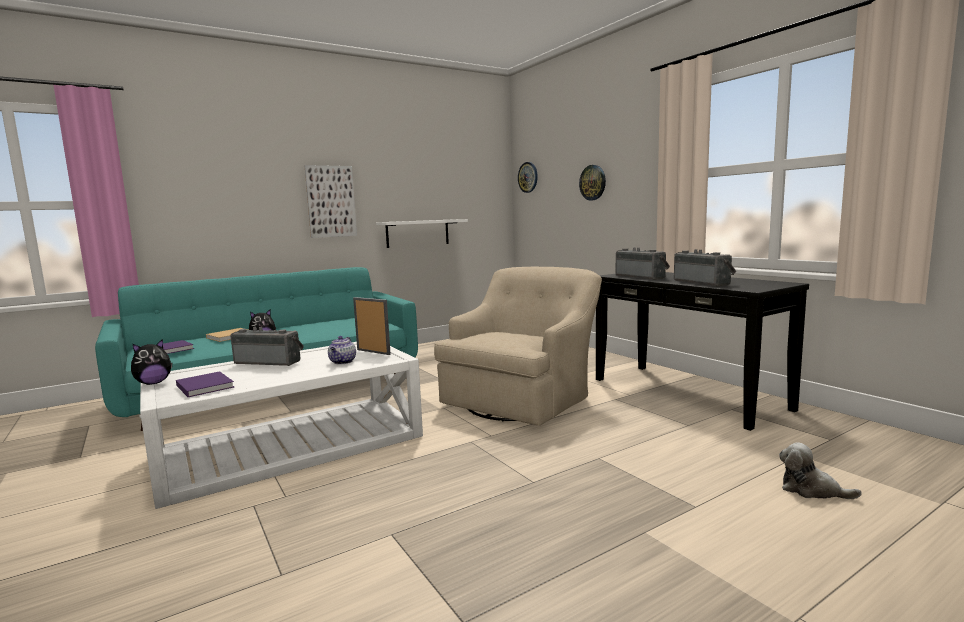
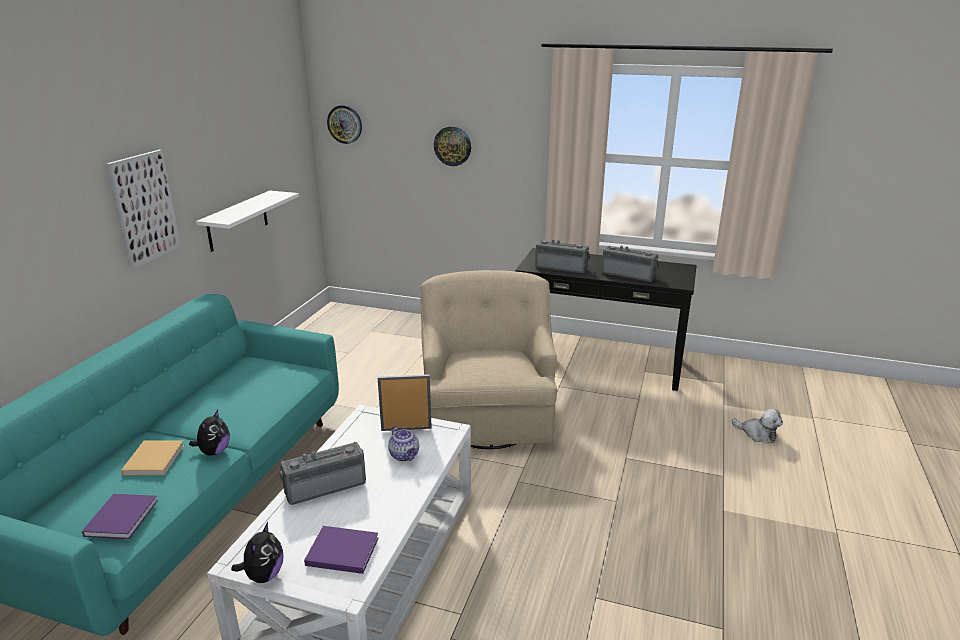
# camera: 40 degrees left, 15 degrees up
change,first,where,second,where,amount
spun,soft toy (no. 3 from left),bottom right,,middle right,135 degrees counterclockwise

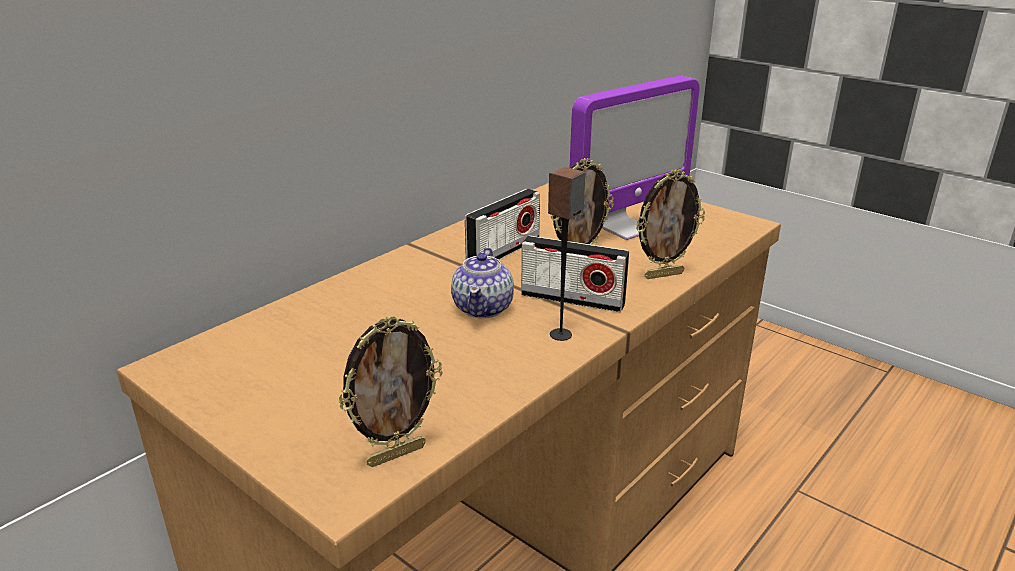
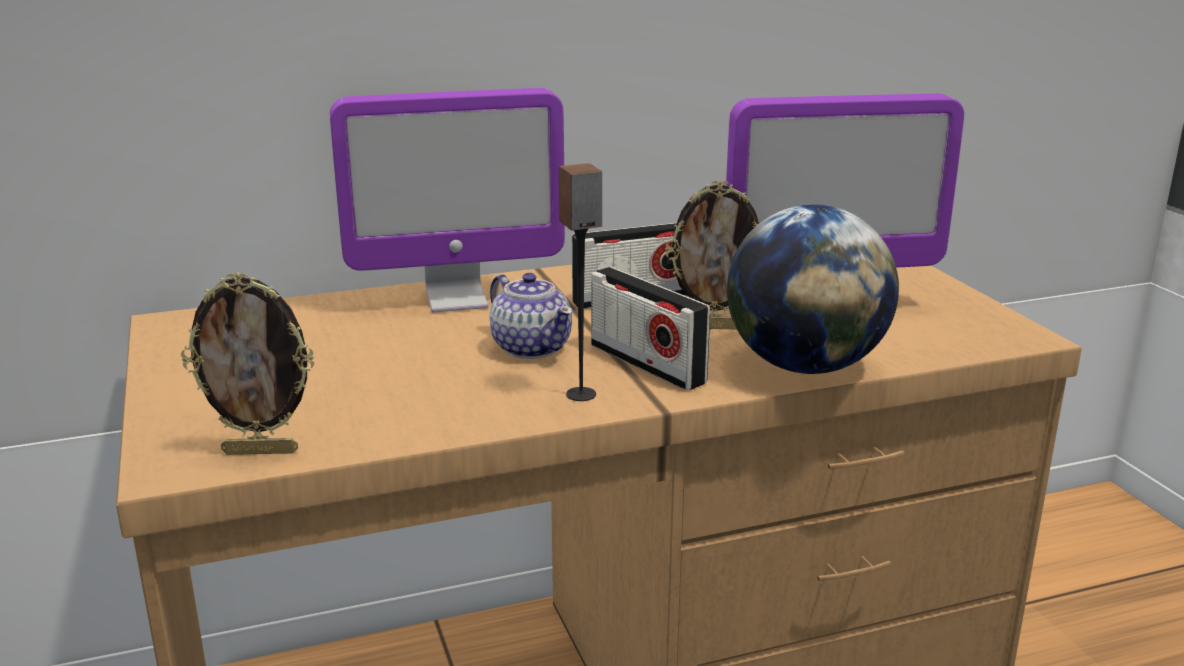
# camera: 30 degrees right, 5 degrees down
change,first,where,second,where,amount
spun,pot for tea,centre,,centre,75 degrees counterclockwise
exchanged,standing frame (no. 3 from left),centre,globe,middle right,
appeared,,,computer display (no. 1 from left),top centre,

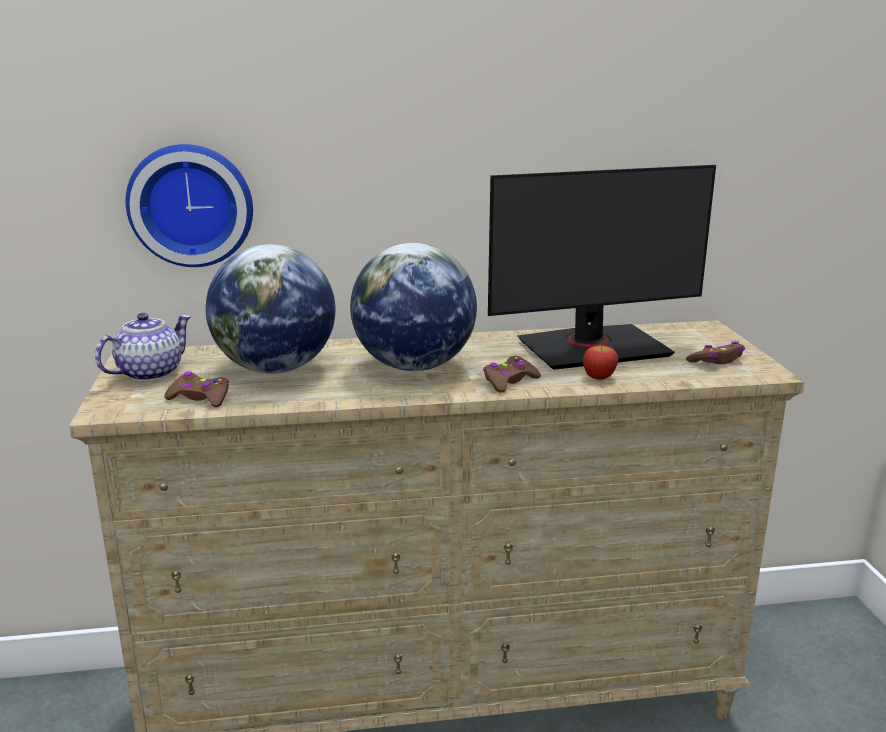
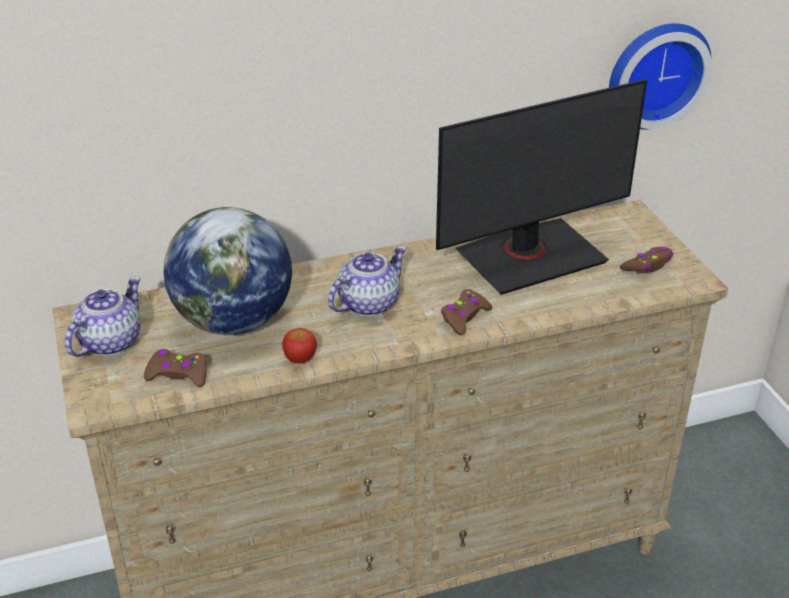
# camera: 10 degrees left, 15 degrees up
change,first,where,second,where,amount
relocated,clock on the wall,top left,,top right,
exchanged,globe (no. 2 from left),centre,pot for tea (no. 2 from left),centre,
relocated,whole apple,middle right,,centre,

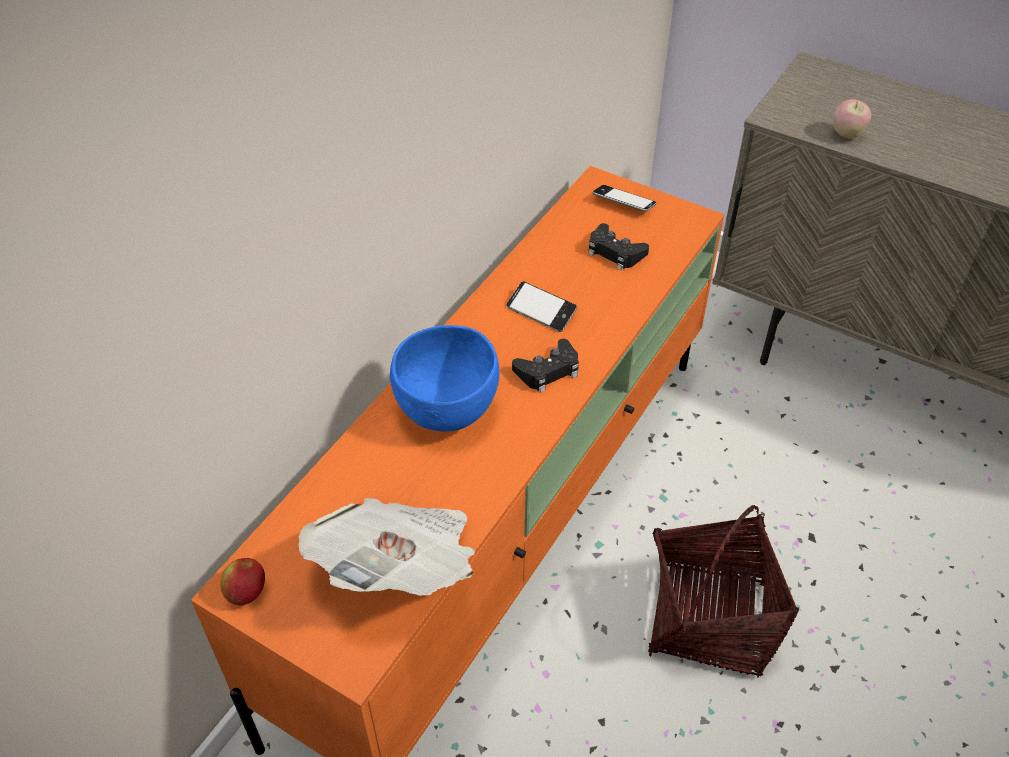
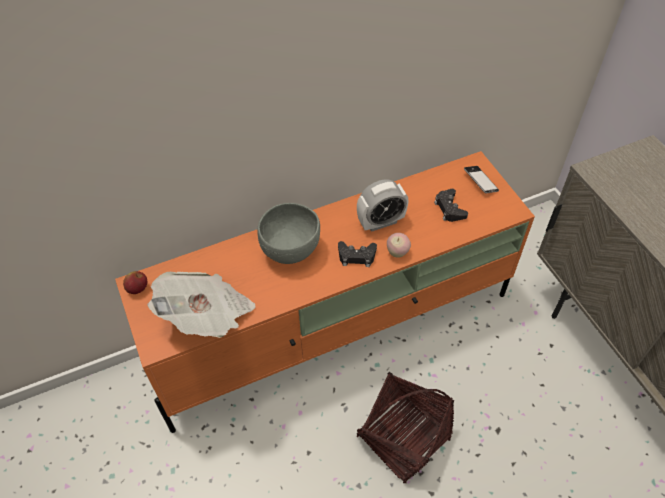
# camera: 35 degrees right, 5 degrees up
change,first,where,second,where,amount
colour,bluish deep dish,centre,greyish deep dish,centre,
exchanged,phone (no. 1 from left),centre,bedside clock,centre,
relocated,whole apple (no. 2 from left),top right,,centre,

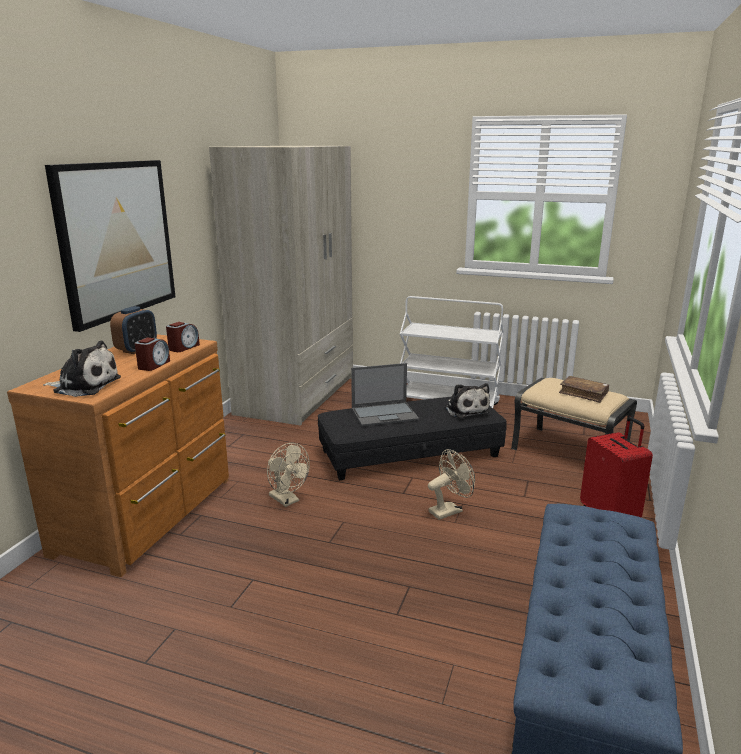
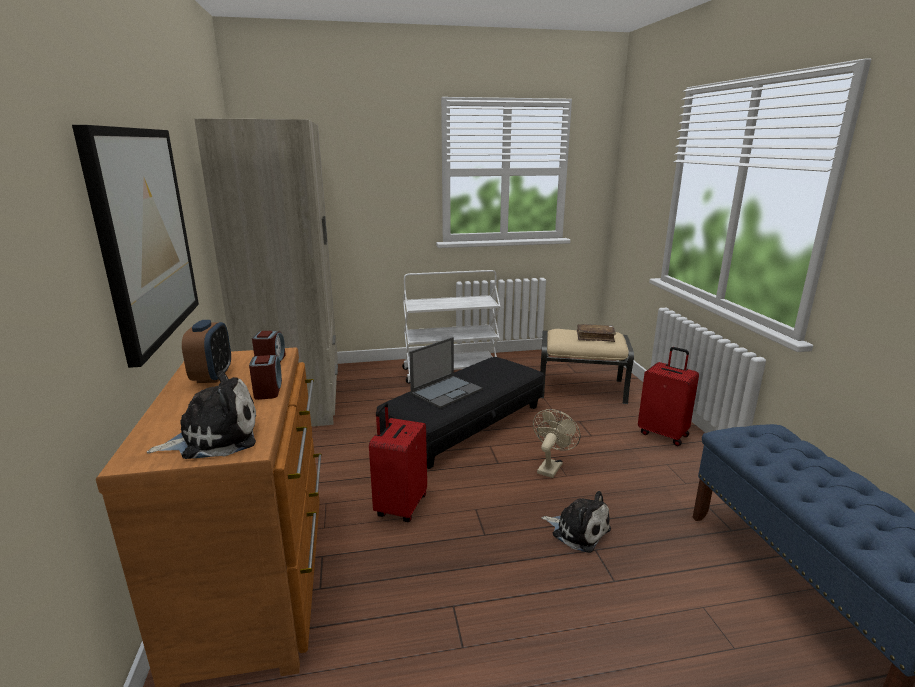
# camera: 30 degrees left, 0 degrees up
change,first,where,second,where,amount
exchanged,beige-coloured fan (no. 1 from left),centre,red-coloured suitcase (no. 1 from left),bottom centre,
relocated,soft toy (no. 2 from left),centre,,bottom centre,

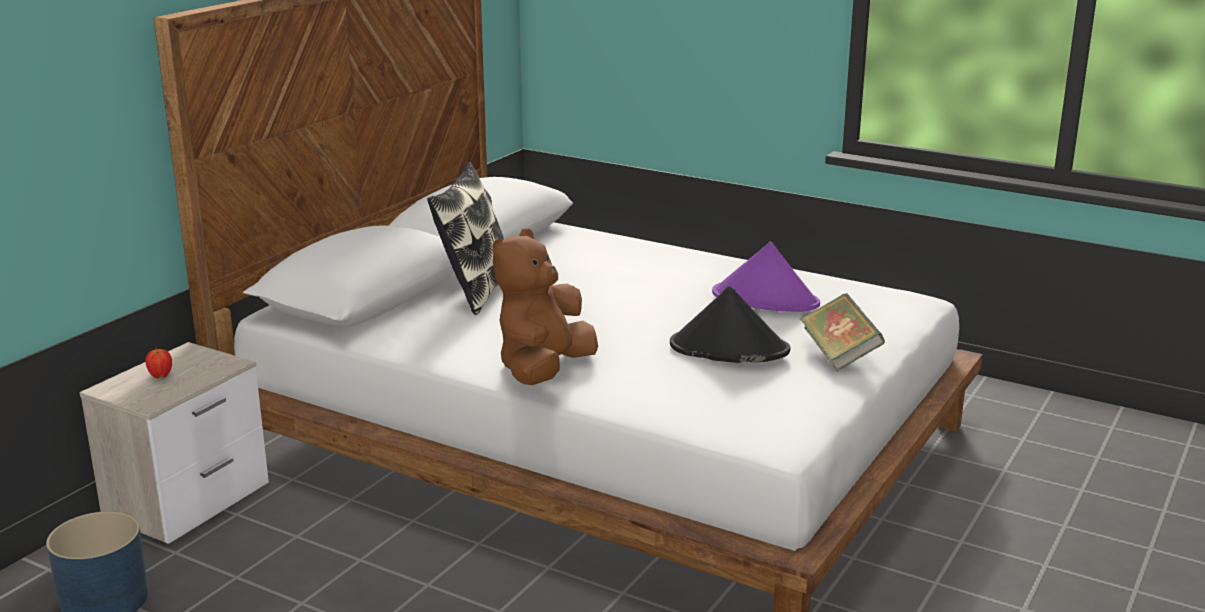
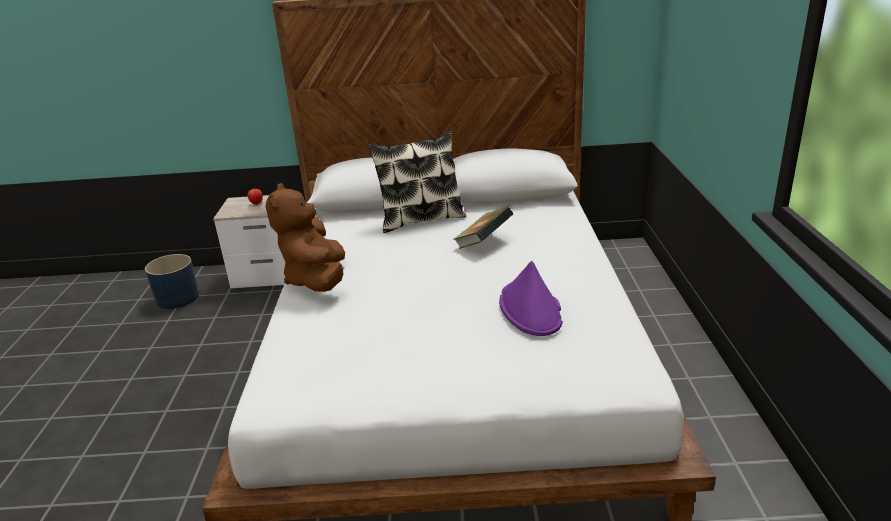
# camera: 60 degrees right, 5 degrees up
change,first,where,second,where,amount
spun,brown soft toy,centre,,centre,90 degrees counterclockwise
missing,blackish wearable hat,centre,,,
relocated,book,middle right,,centre,

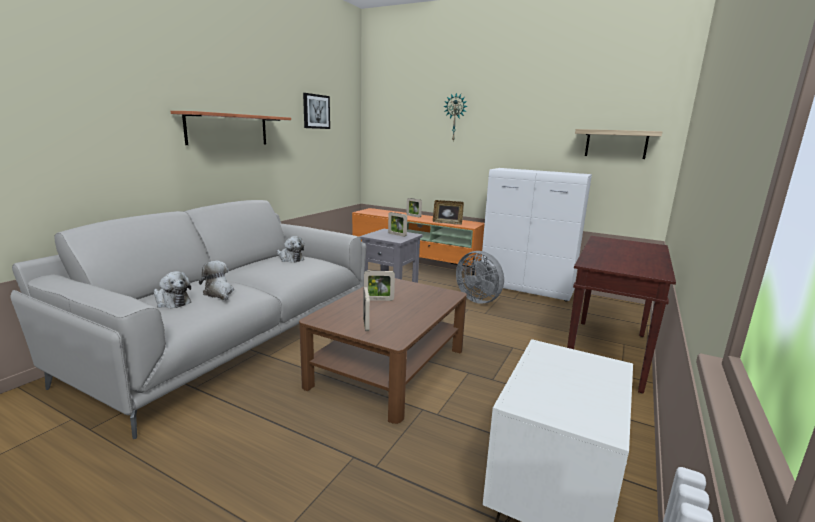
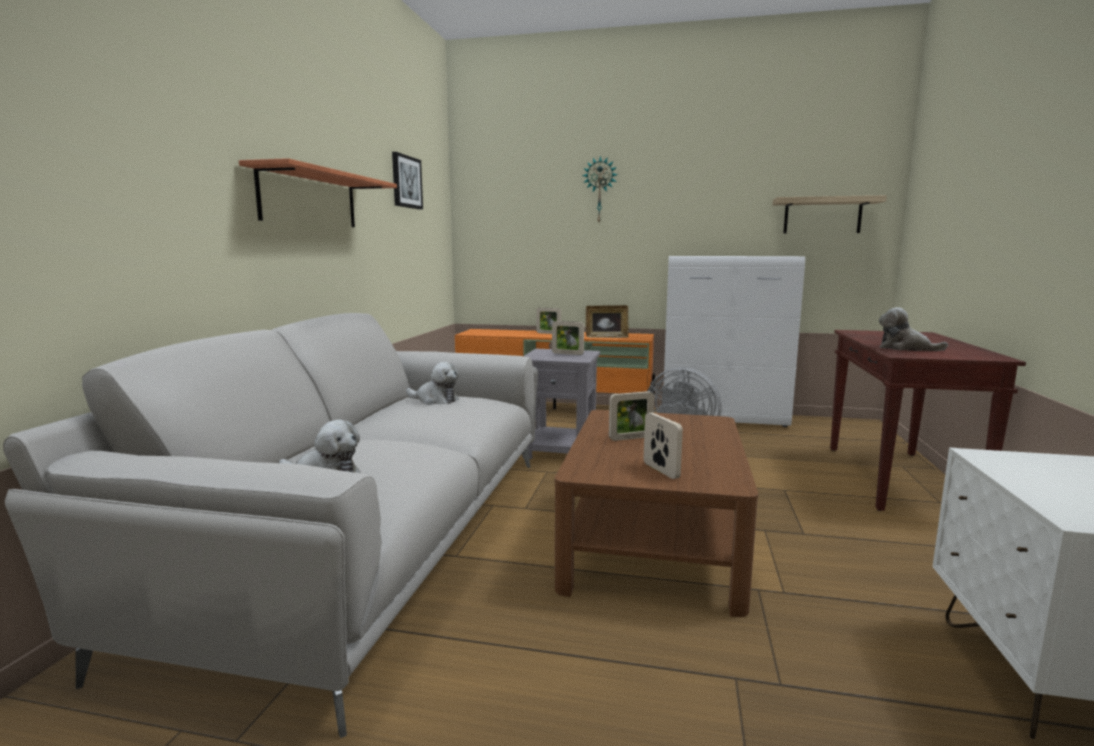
# camera: 15 degrees left, 5 degrees down
change,first,where,second,where,amount
relocated,soft toy (no. 2 from left in the first image),middle left,soft toy (no. 3 from left),middle right,

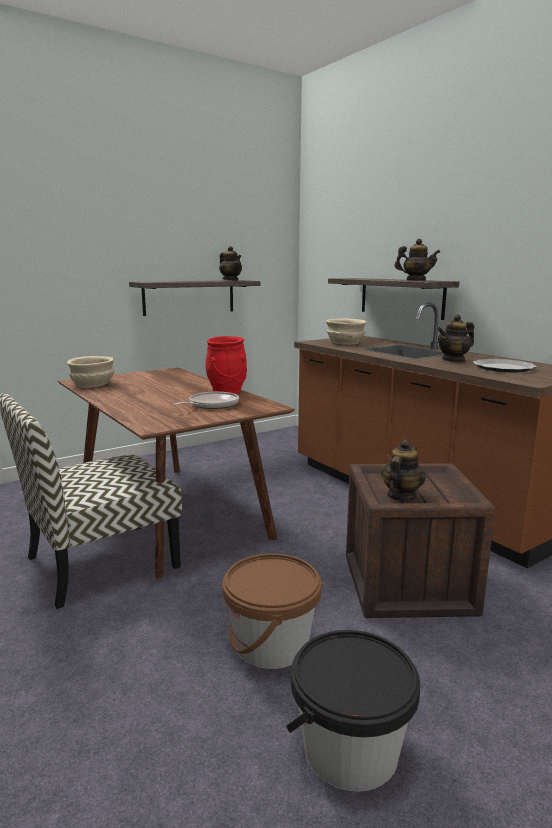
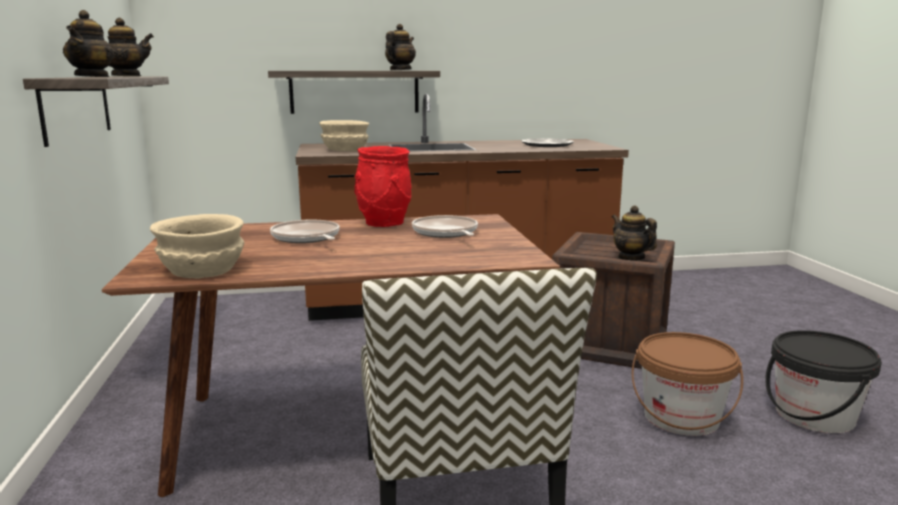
# camera: 65 degrees left, 0 degrees up
change,first,where,second,where,amount
relocated,pot for tea (no. 4 from left in the first image),middle right,pot for tea (no. 1 from left),top left,
appeared,,,frying pan (no. 1 from left),centre,

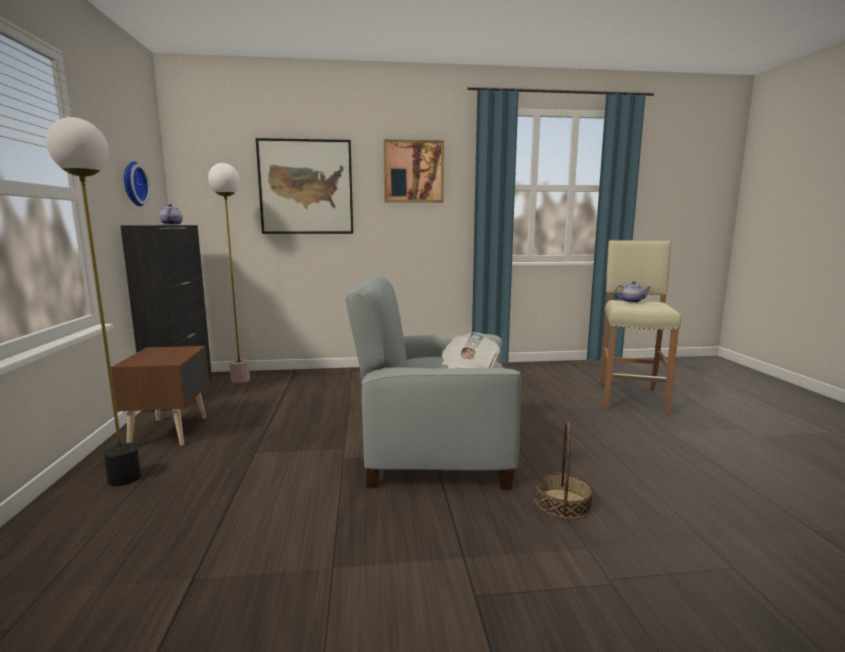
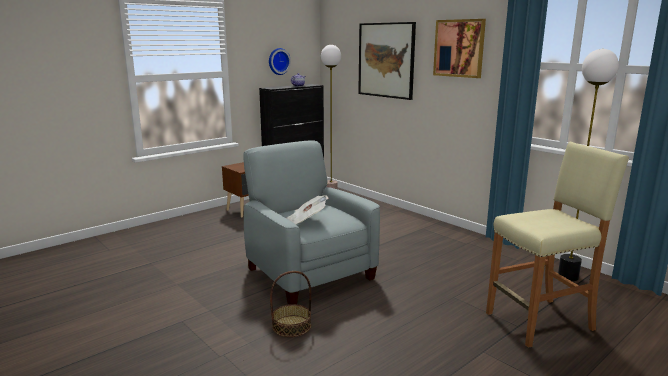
# camera: 55 degrees right, 5 degrees up
change,first,where,second,where,amount
relocated,floor lamp (no. 1 from left in the first image),middle left,floor lamp (no. 2 from left),middle right,
missing,pot for tea (no. 2 from left),middle right,,,

